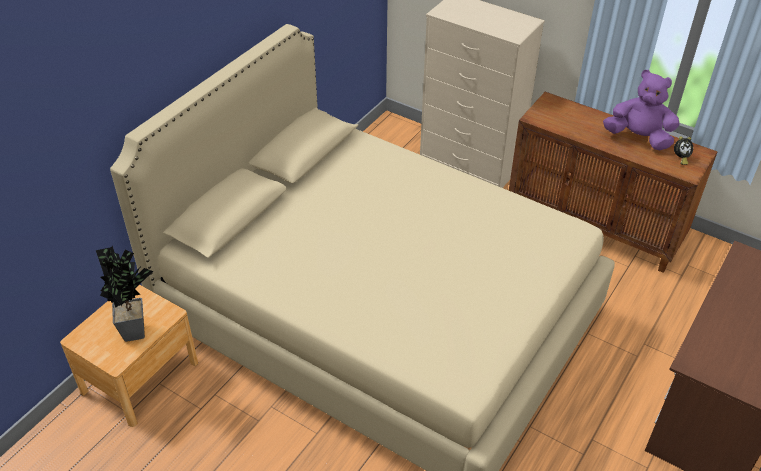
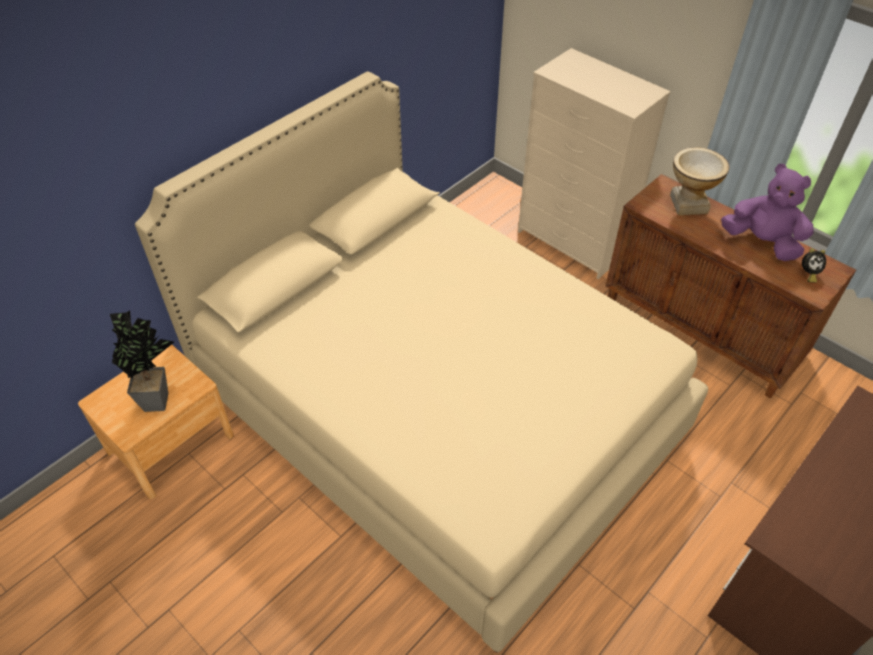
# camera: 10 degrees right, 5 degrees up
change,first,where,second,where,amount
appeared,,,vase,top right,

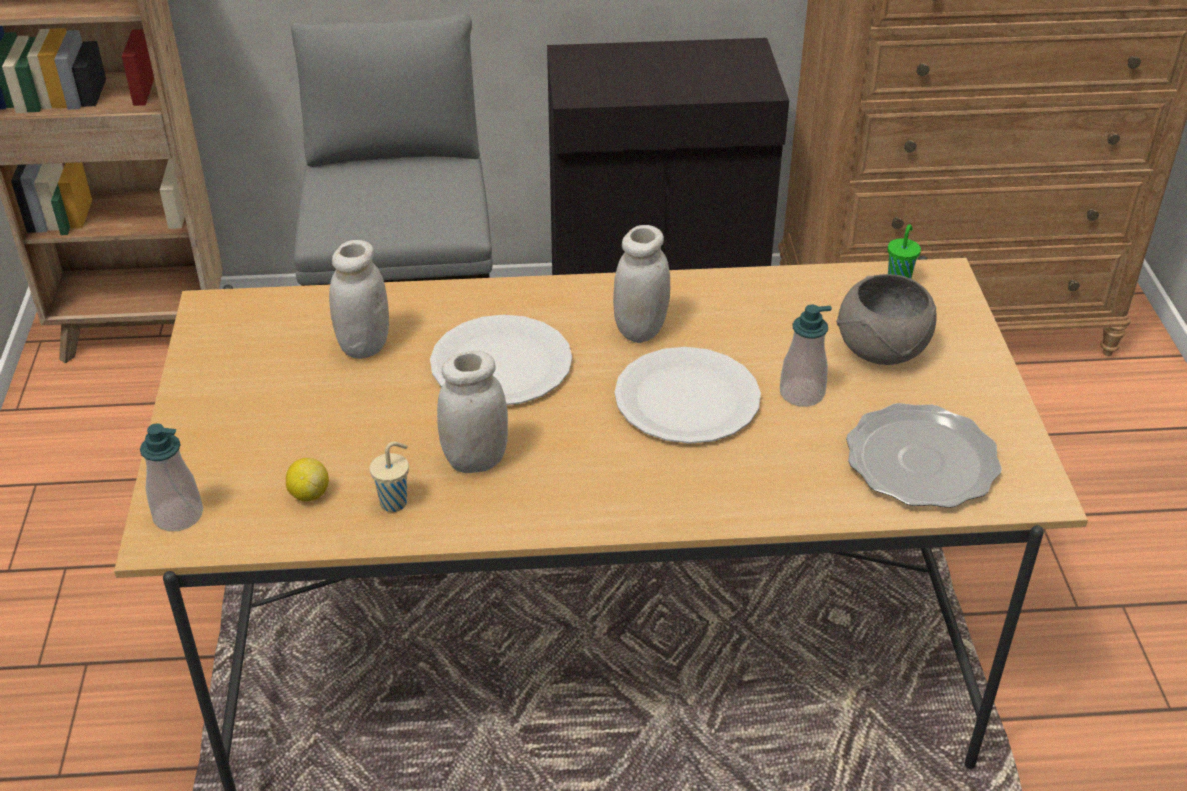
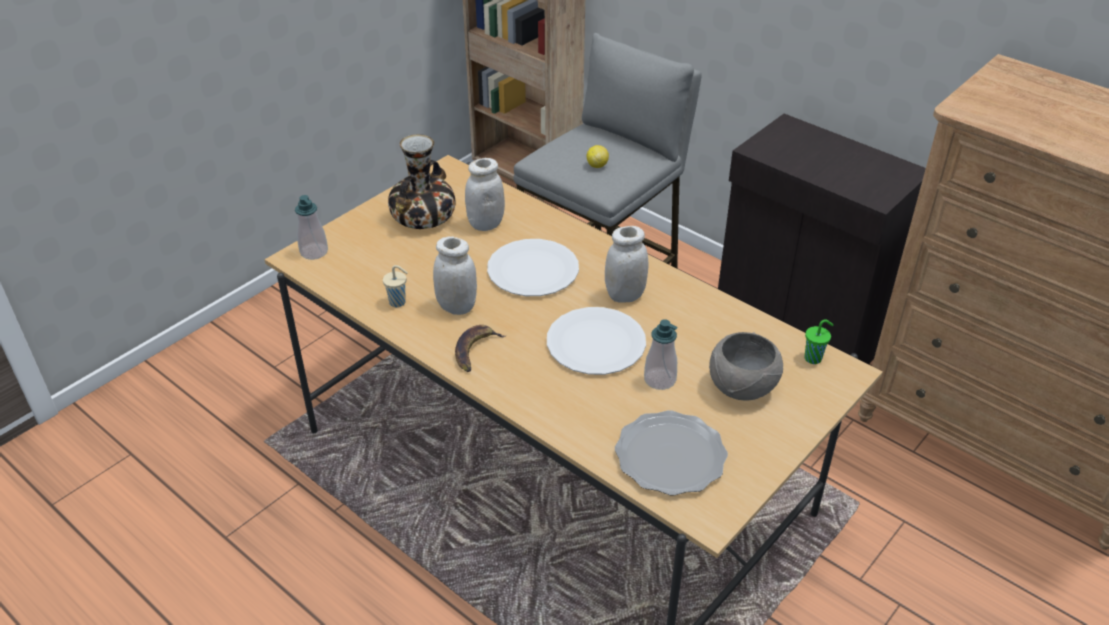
# camera: 45 degrees right, 0 degrees up
change,first,where,second,where,amount
relocated,citrus fruit,middle left,,top centre,
appeared,,,vase,top centre,
appeared,,,banana,centre,

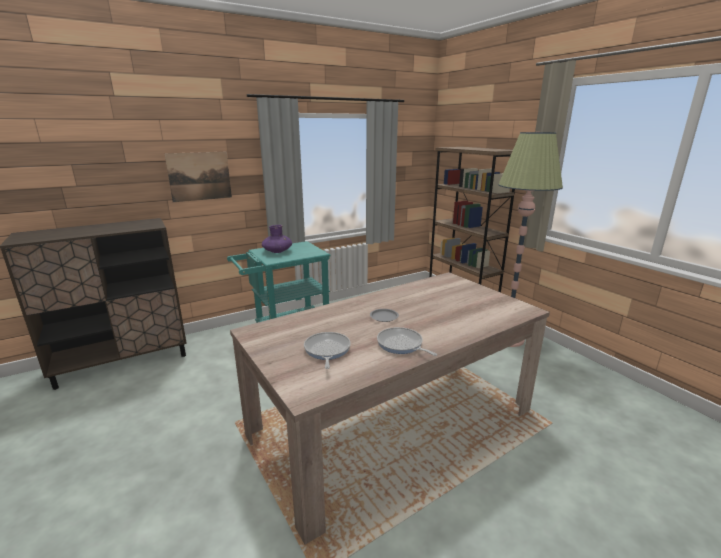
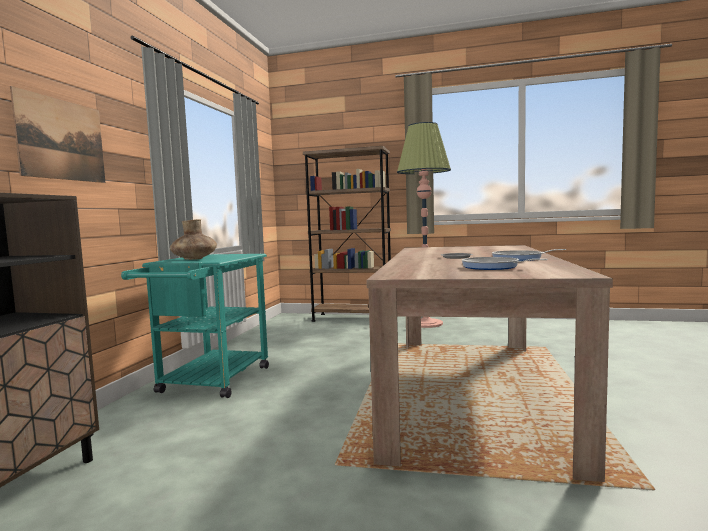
# camera: 45 degrees left, 15 degrees down
change,first,where,second,where,amount
colour,purple-coloured vase,centre,brown vase,middle left,

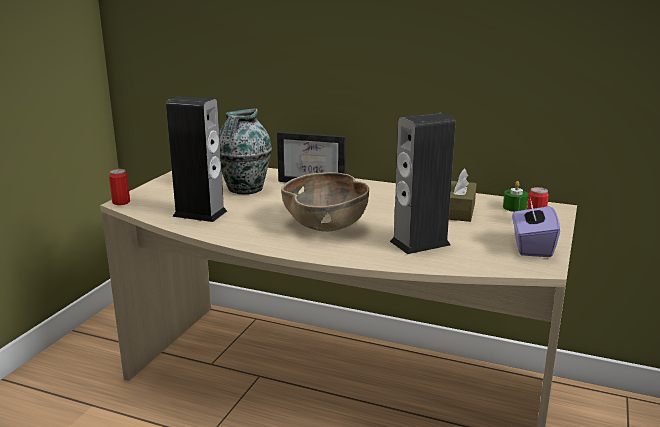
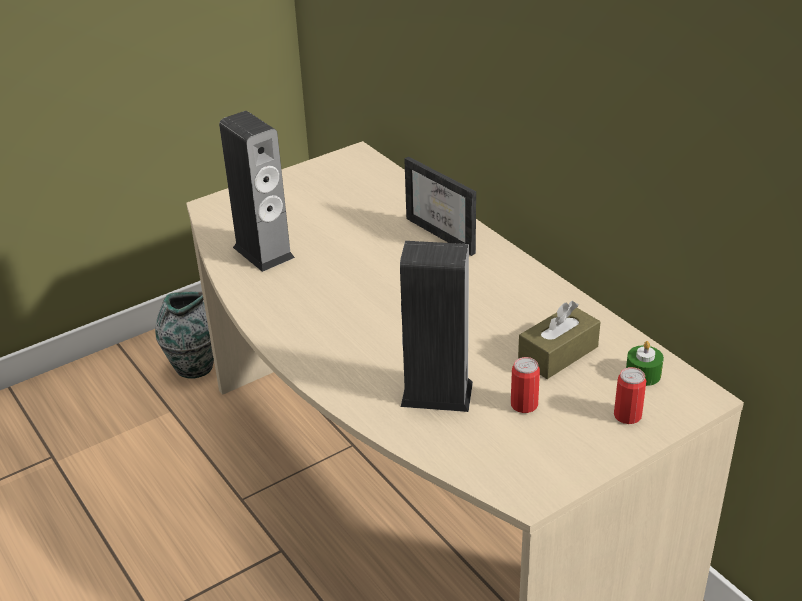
# camera: 35 degrees right, 15 degrees up
change,first,where,second,where,amount
relocated,sealed can (no. 1 from left),middle left,,centre,
relocated,vase,centre,,middle left,
missing,brown deep dish,centre,,,
missing,purple-coloured tissue box,middle right,,,

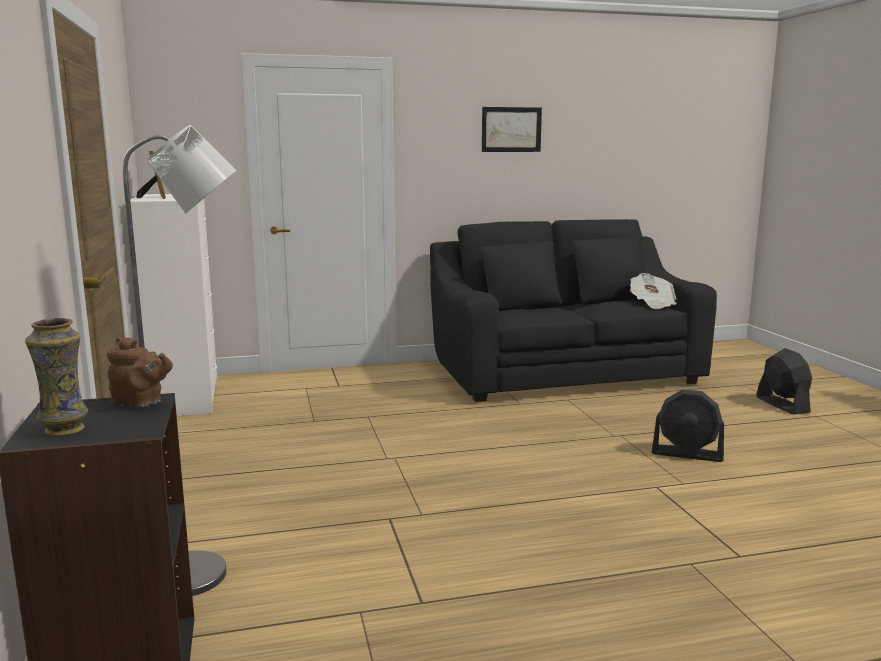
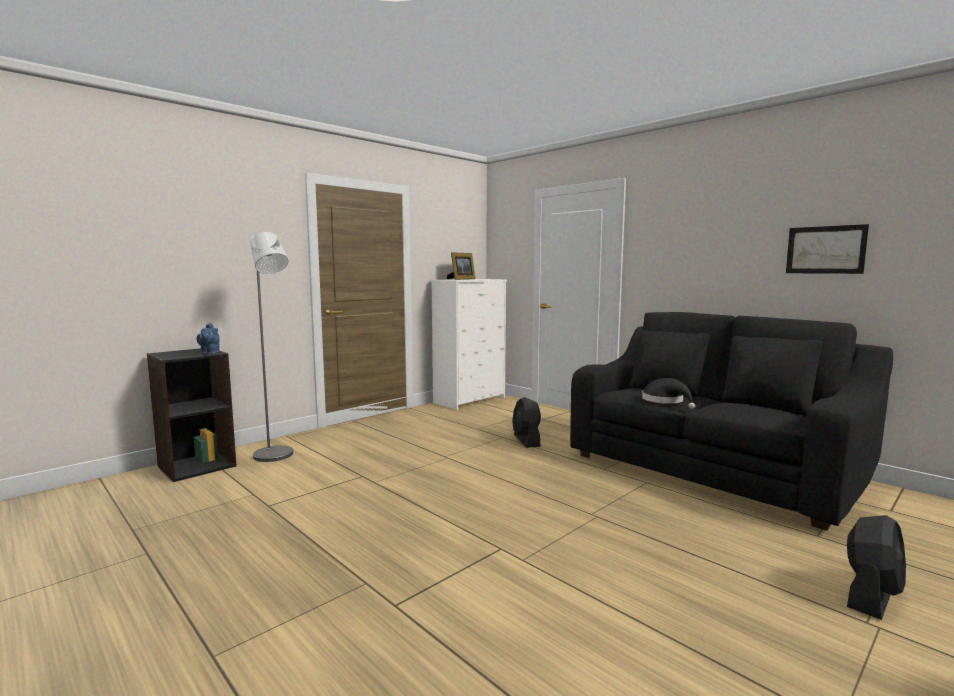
# camera: 60 degrees right, 5 degrees down
change,first,where,second,where,amount
missing,vase,middle left,,,
colour,brown pot for tea,middle left,bluish pot for tea,middle left,
relocated,wall art,top centre,,middle right,
missing,printed paper,middle right,,,
relocated,blackish fan (no. 1 from left),middle right,,centre,
appeared,,,blackish wearable hat,middle right,

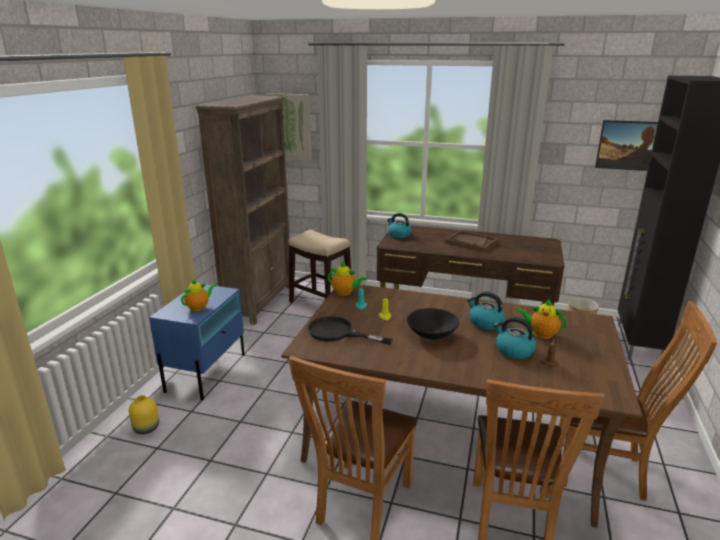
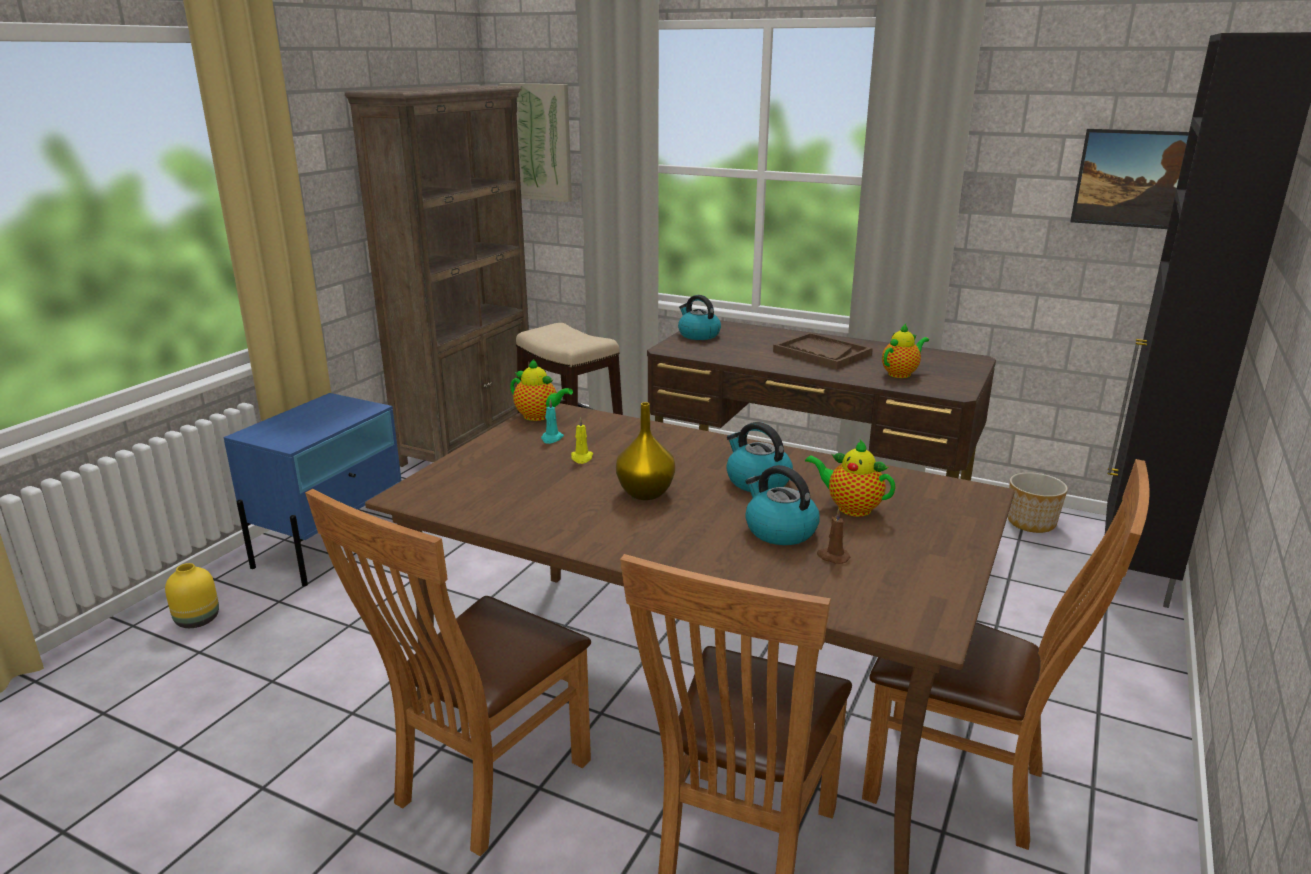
# camera: 10 degrees right, 0 degrees up
change,first,where,second,where,amount
relocated,pot for tea (no. 1 from left in the first image),middle left,pot for tea (no. 3 from left),middle right,
missing,blackish frying pan,centre,,,
exchanged,blackish deep dish,centre,yellow-coloured vase (no. 2 from left),centre,

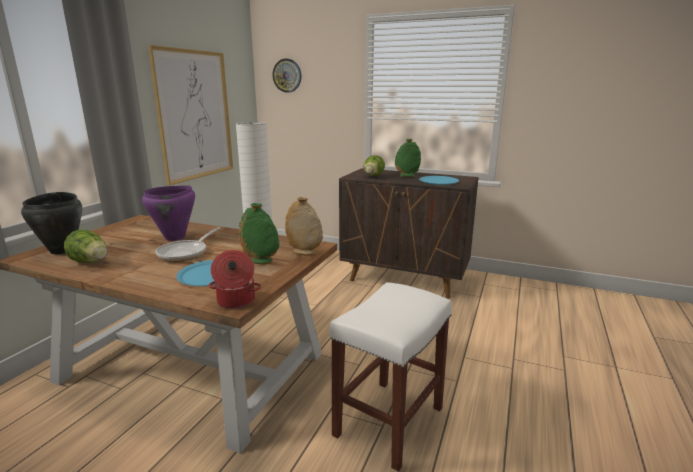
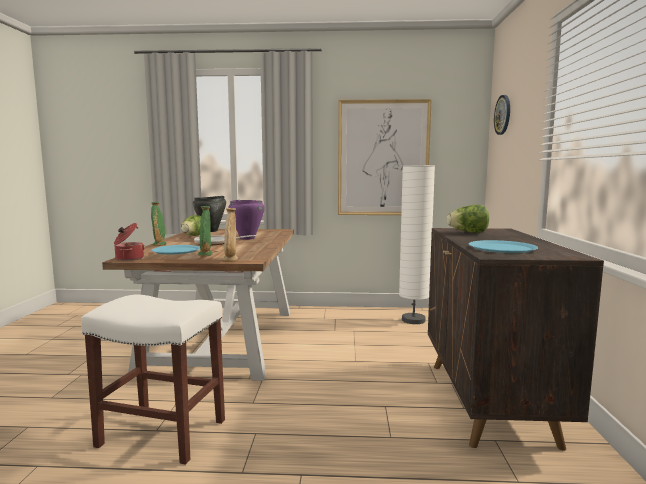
# camera: 70 degrees right, 10 degrees down
change,first,where,second,where,amount
relocated,green-coloured vase (no. 2 from left in the first image),centre,green-coloured vase (no. 1 from left),middle left,

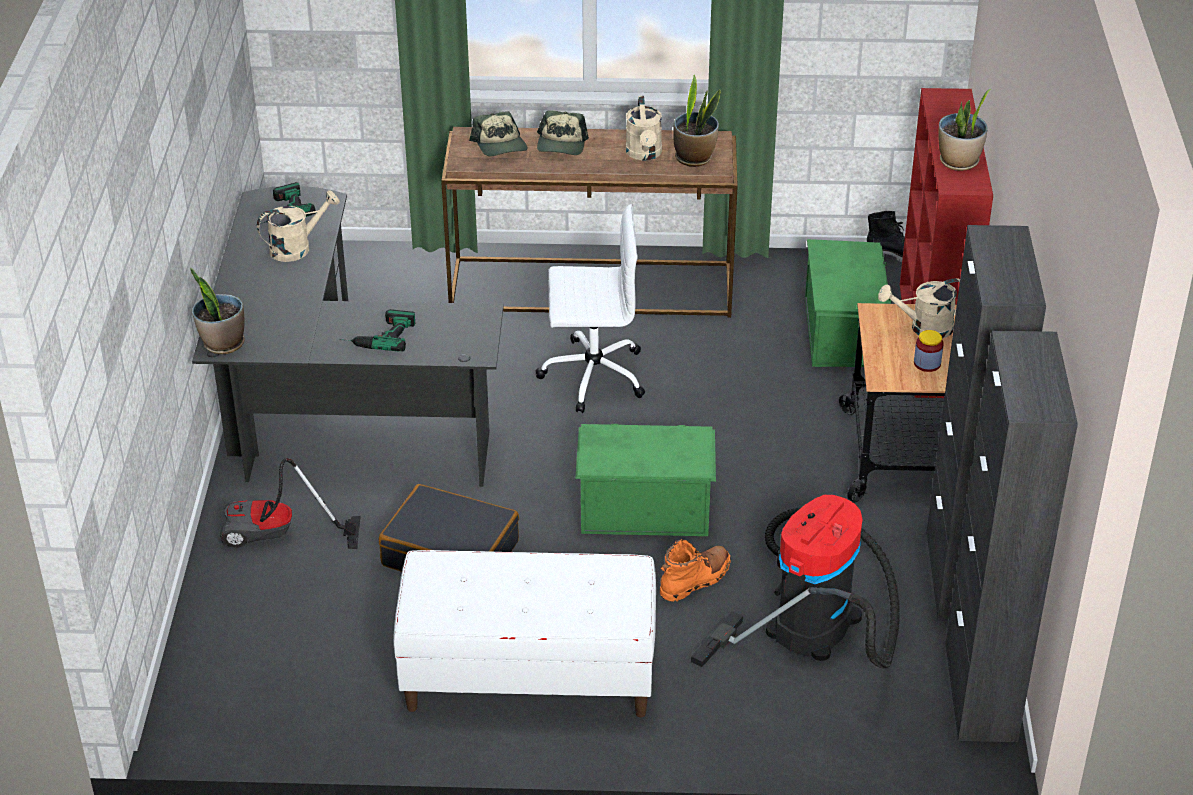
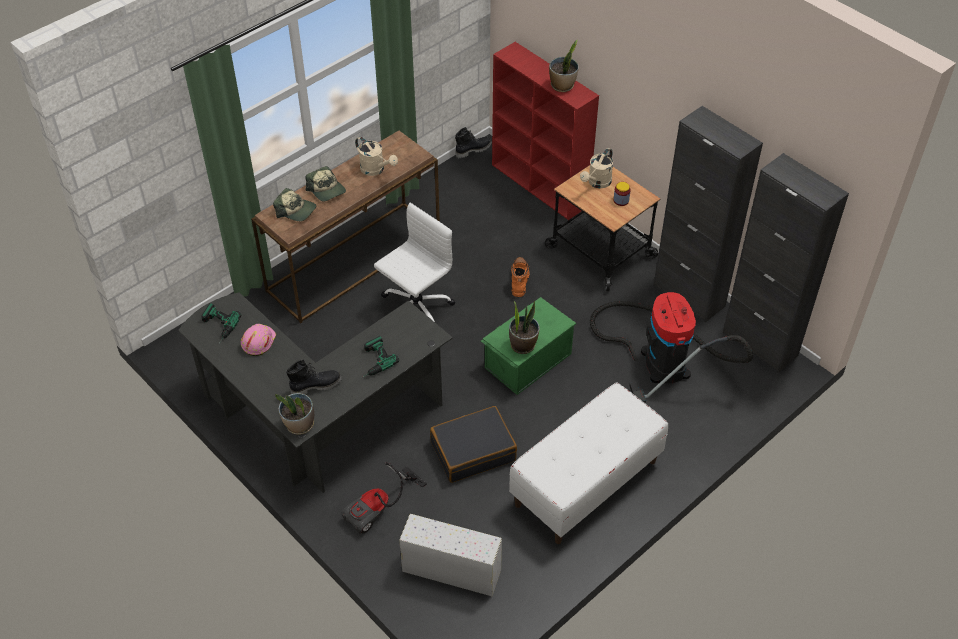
# camera: 45 degrees left, 10 degrees up
change,first,where,second,where,amount
exchanged,beige-coloured watering can (no. 1 from left),top left,pinkish safety helmet,middle left,
relocated,orangey boot,bottom centre,,centre,
relocated,houseplant (no. 2 from left),top centre,,centre,
missing,green-coloured storage bin (no. 2 from left),middle right,,,
appeared,,,blackish boot (no. 1 from left),middle left,
appeared,,,whitish storage bin,bottom centre,

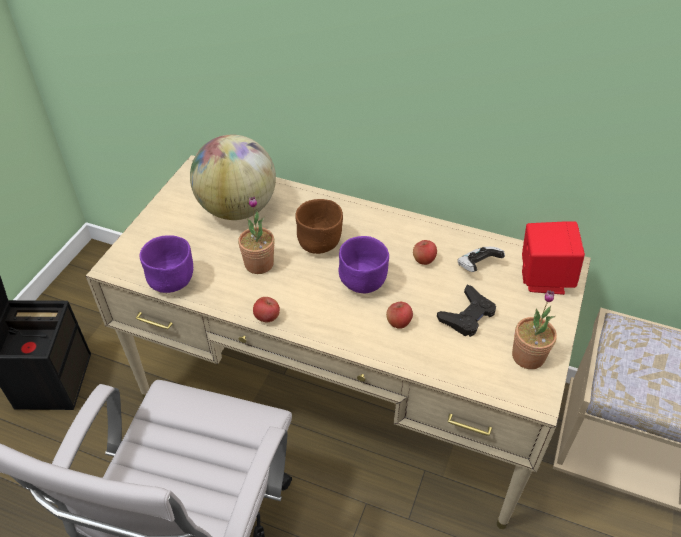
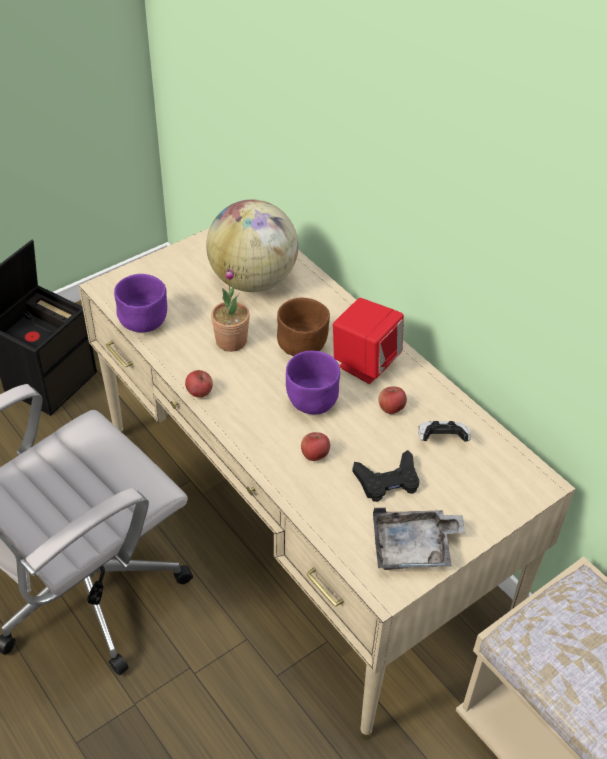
# camera: 30 degrees right, 0 degrees up
change,first,where,second,where,amount
exchanged,houseplant (no. 2 from left),middle right,greyish serving tray,bottom right,
relocated,red-coloured audio speaker,middle right,,centre,

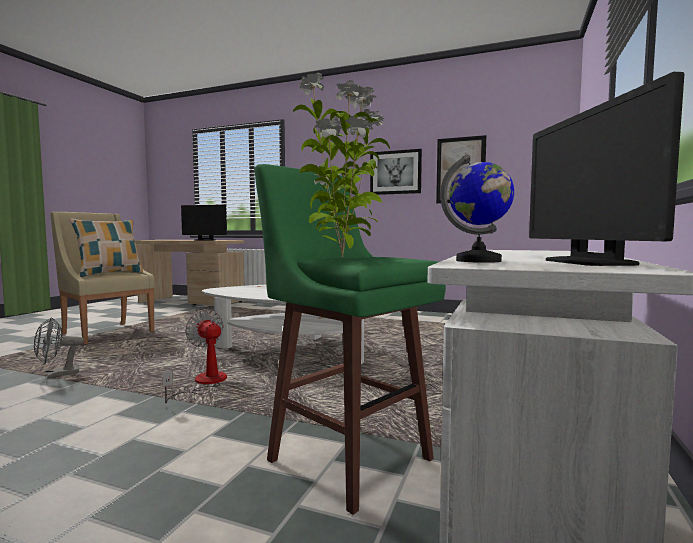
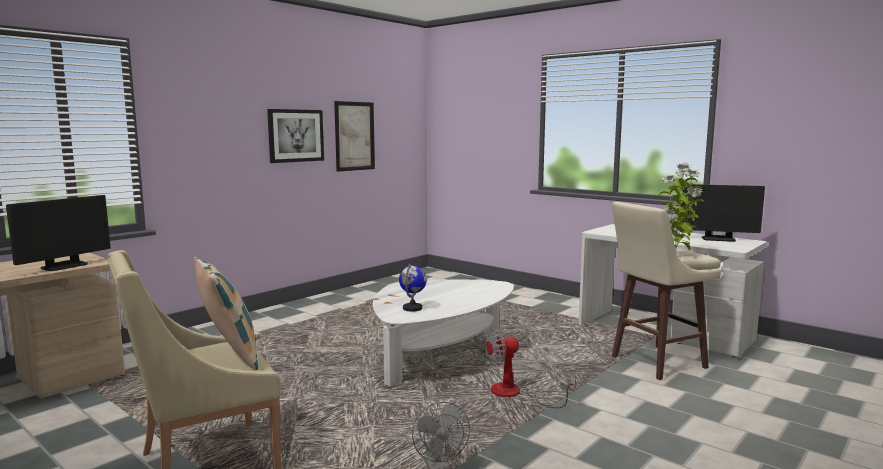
# camera: 70 degrees left, 5 degrees up
change,first,where,second,where,amount
colour,green-coloured stool seat,centre,beige-coloured stool seat,middle right,
relocated,globe,middle right,,centre,

